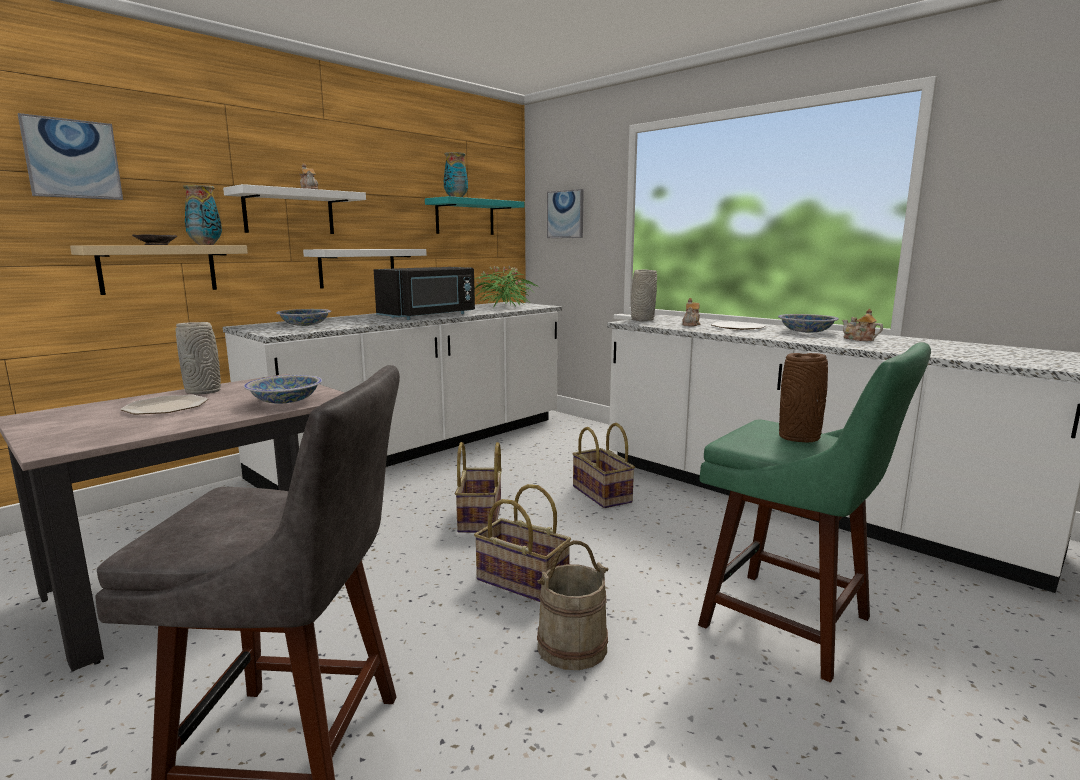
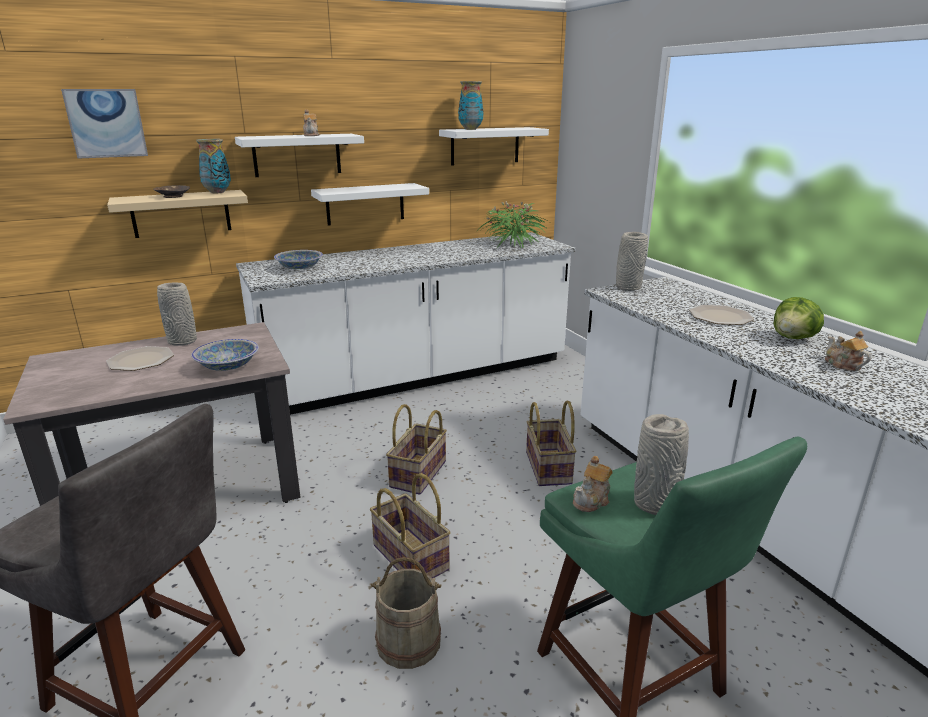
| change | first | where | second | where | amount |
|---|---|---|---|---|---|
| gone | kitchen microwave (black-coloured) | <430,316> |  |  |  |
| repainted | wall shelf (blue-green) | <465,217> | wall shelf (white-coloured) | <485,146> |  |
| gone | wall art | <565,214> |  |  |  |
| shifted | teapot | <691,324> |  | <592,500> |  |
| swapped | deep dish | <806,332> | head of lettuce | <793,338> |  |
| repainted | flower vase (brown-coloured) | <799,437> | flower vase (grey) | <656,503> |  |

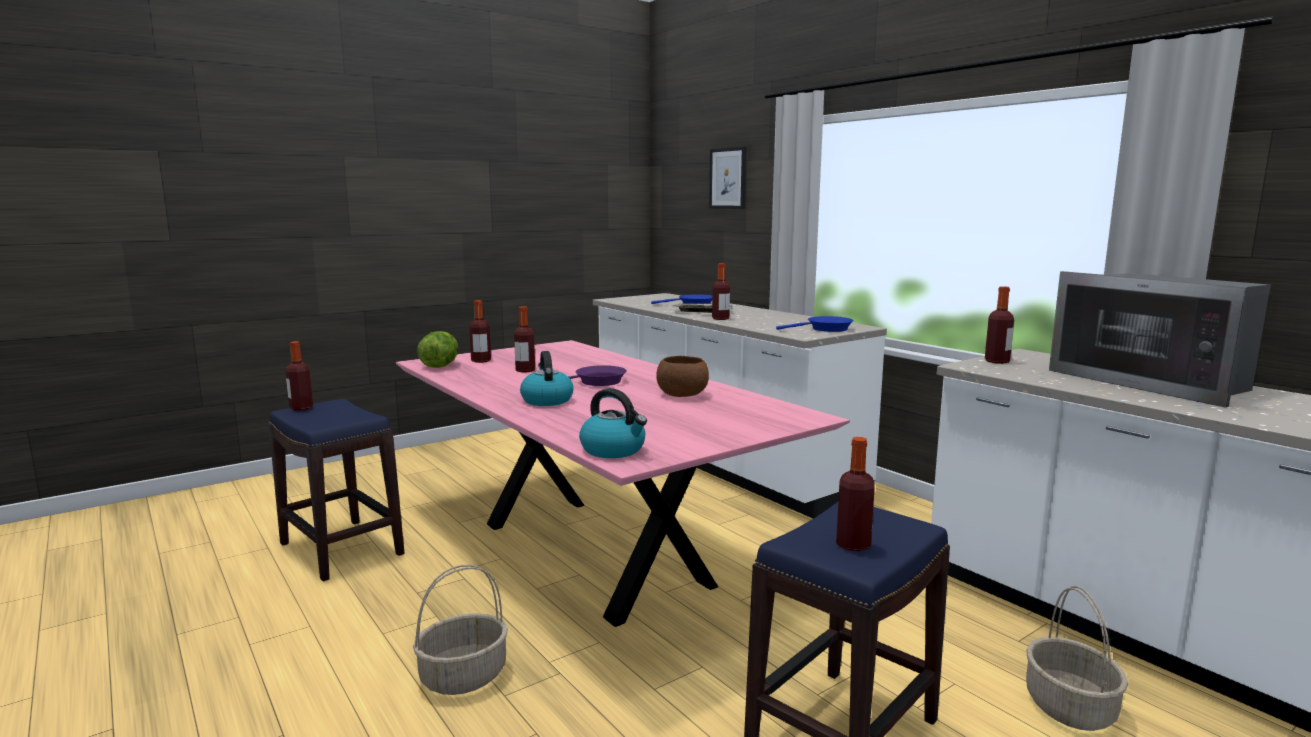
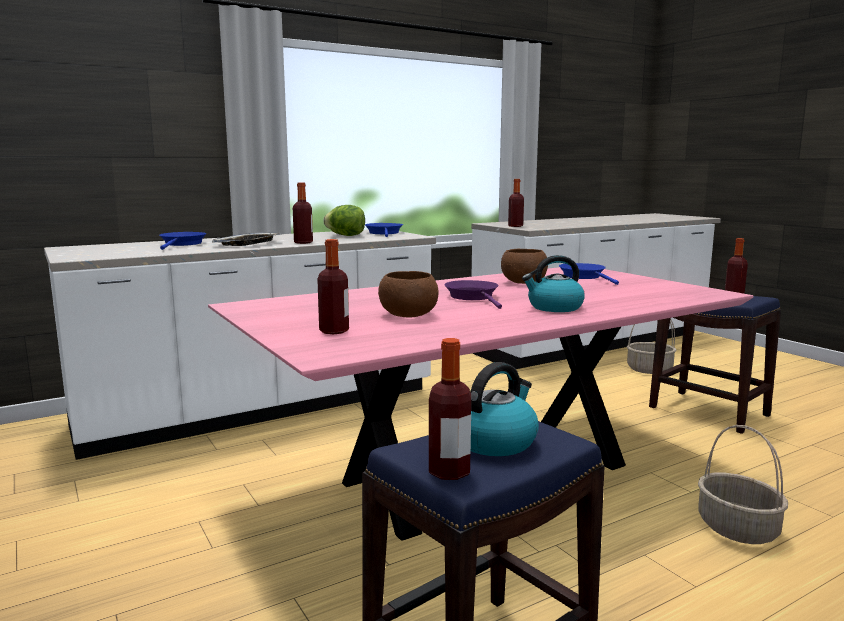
| change | first | where | second | where | amount |
|---|---|---|---|---|---|
| shifted | head of lettuce | <440,366> |  | <346,235> |  |
| swapped | drink bottle | <525,370> | deep dish (brown-coloured) | <408,315> |  |
| shifted | kettle | <614,450> |  | <495,441> |  |
| gone | wall art | <728,178> |  |  |  |
| gone | kitchen microwave | <1154,382> |  |  |  |
| new |  |  | pan (blue) | <584,277> |  |

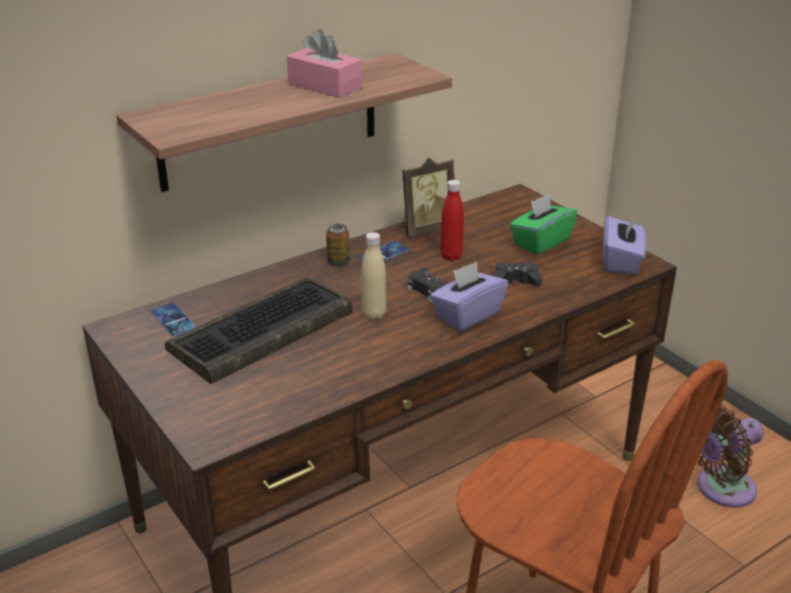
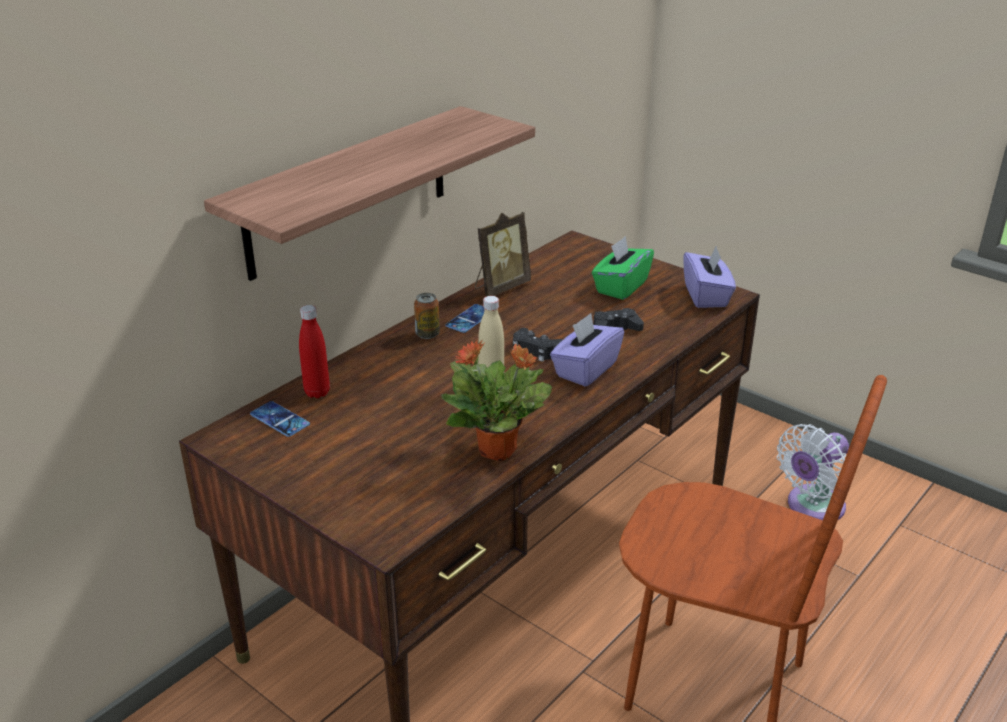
| change | first | where | second | where | amount |
|---|---|---|---|---|---|
| gone | computer keyboard | <261,332> |  |  |  |
| gone | box of tissues (pinkish) | <325,86> |  |  |  |
| shifted | drink bottle (red-coloured) | <451,256> |  | <317,392> |  |
| repainted | electric fan (brown-coloured) | <720,489> | electric fan (white-coloured) | <812,507> |  |
| new |  |  | plant in a pot | <498,450> |  |

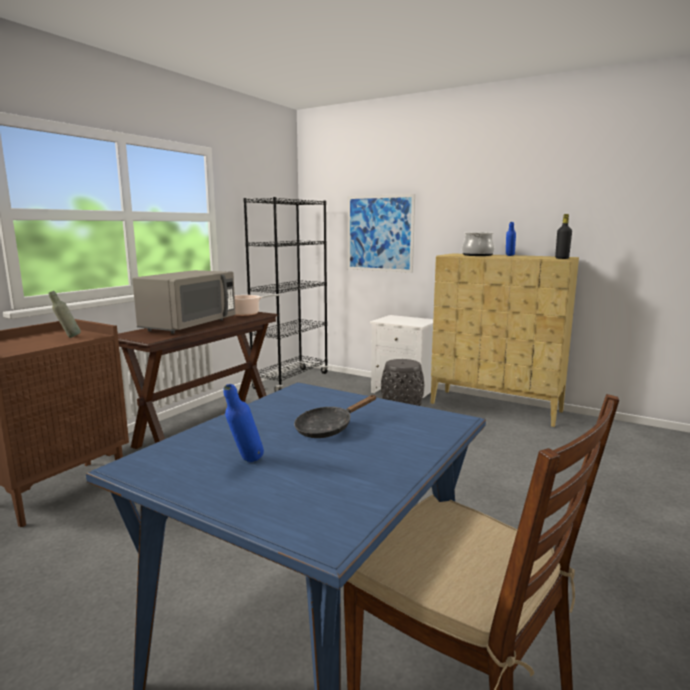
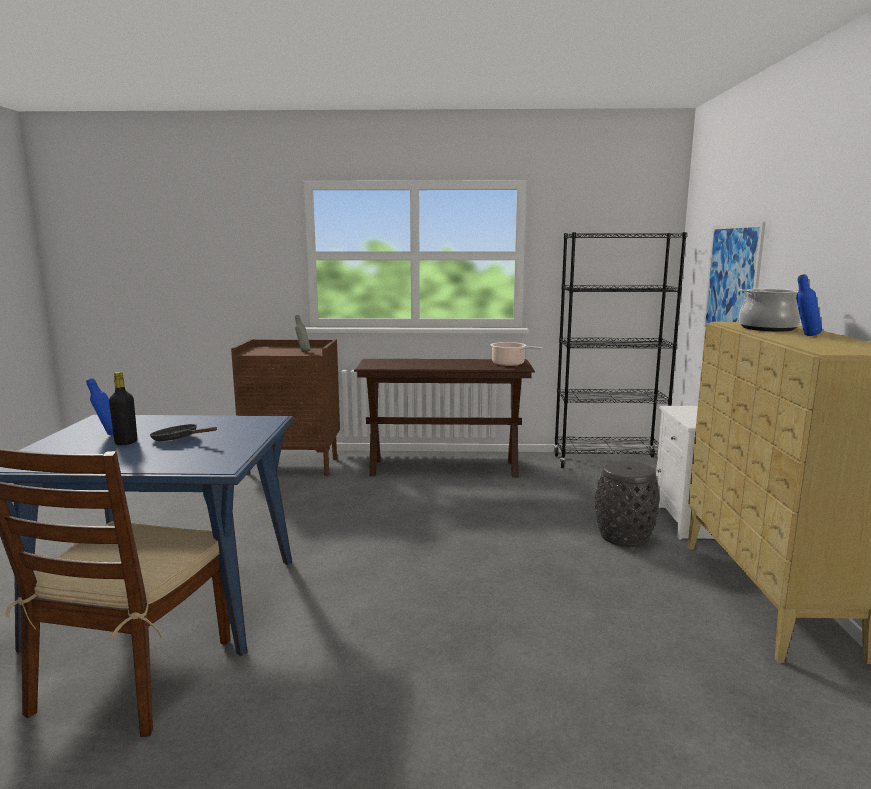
| change | first | where | second | where | amount |
|---|---|---|---|---|---|
| gone | kitchen microwave (grey) | <189,325> |  |  |  |
| shifted | drink bottle (black-coloured) | <562,258> |  | <126,442> |  |

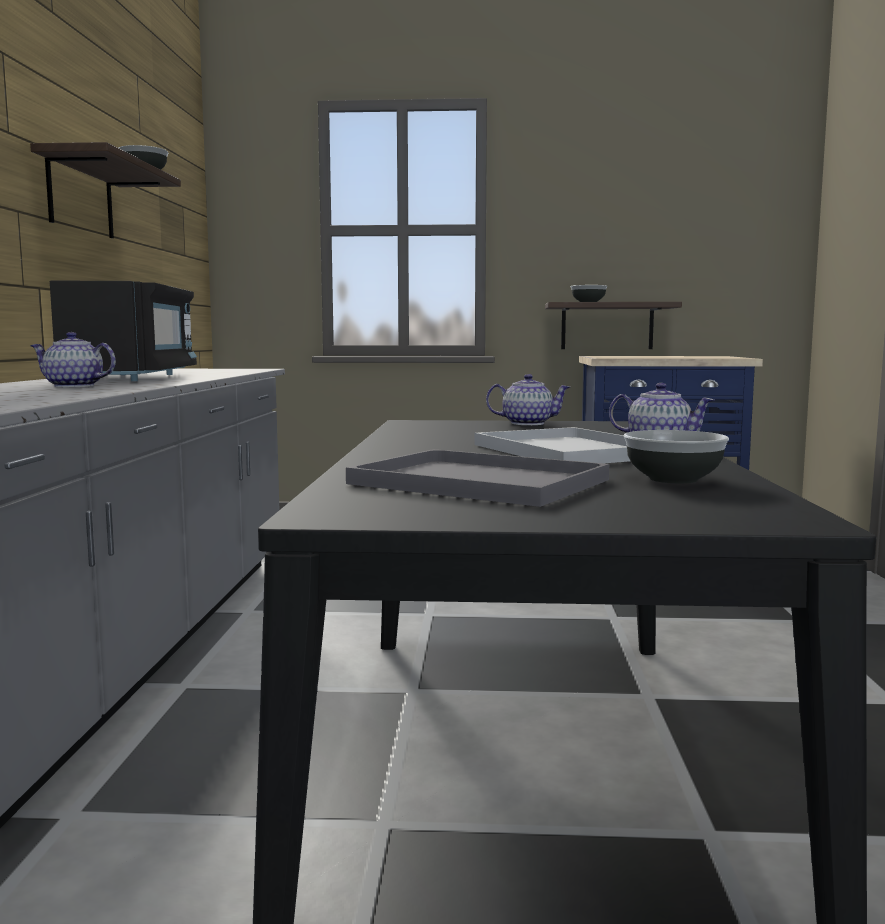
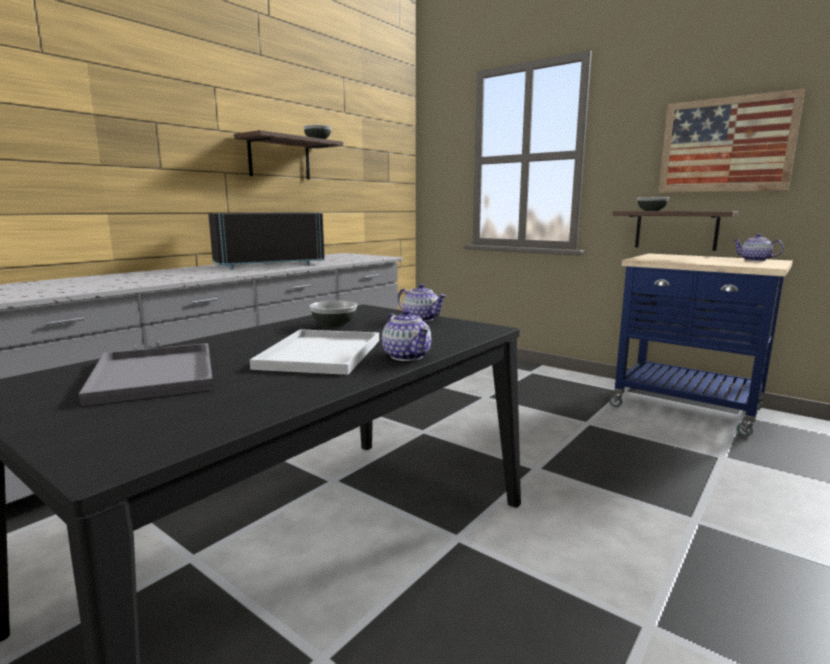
| change | first | where | second | where | amount |
|---|---|---|---|---|---|
| shifted | teapot | <74,386> |  | <755,260> |  |
| rotated | kitchen microwave (black-coloured) | <133,378> |  | <269,264> | 150 degrees counterclockwise |
| shifted | deep dish | <674,479> |  | <334,325> |  |
| new |  |  | wall art | <725,145> |  |

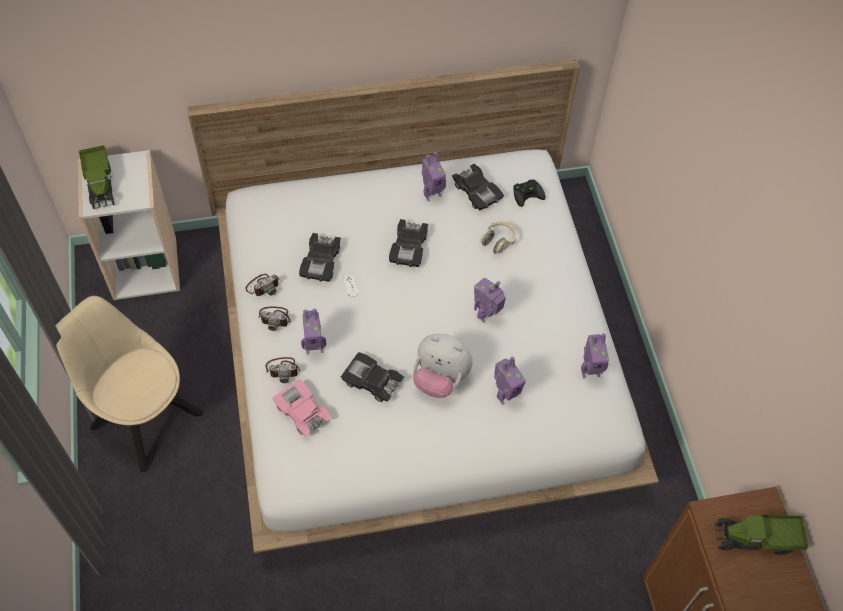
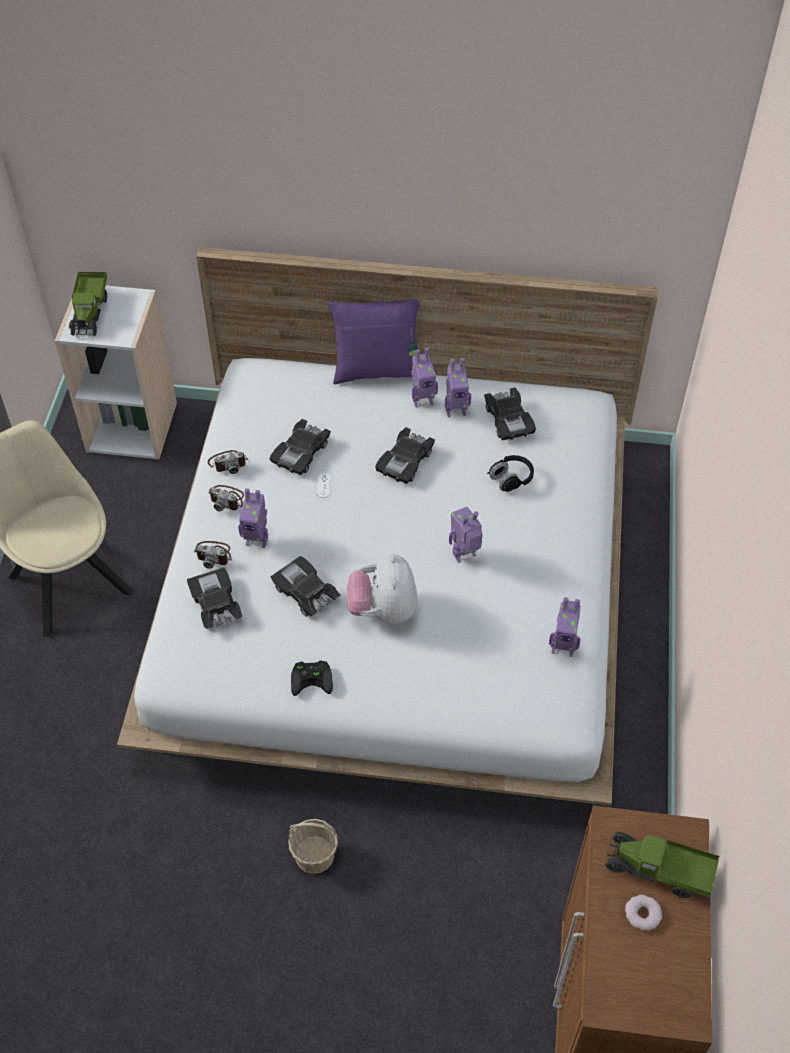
| change | first | where | second | where | amount |
|---|---|---|---|---|---|
| repainted | model car (pinkish) | <302,412> | model car (black-coloured) | <216,604> |  |
| rotated | soft toy | <440,379> |  | <383,610> | 45 degrees clockwise |
| repainted | headset (beige-coloured) | <498,241> | headset (black-coloured) | <511,479> |  |
| shifted | toy robot | <505,395> |  | <422,400> |  |
| shifted | game controller (black-coloured) | <528,193> |  | <313,678> |  |
| new |  |  | storage basket | <314,855> |  |
| new |  |  | throw pillow (purple-coloured) | <376,372> |  |
| new |  |  | ring doughnut | <642,914> |  |

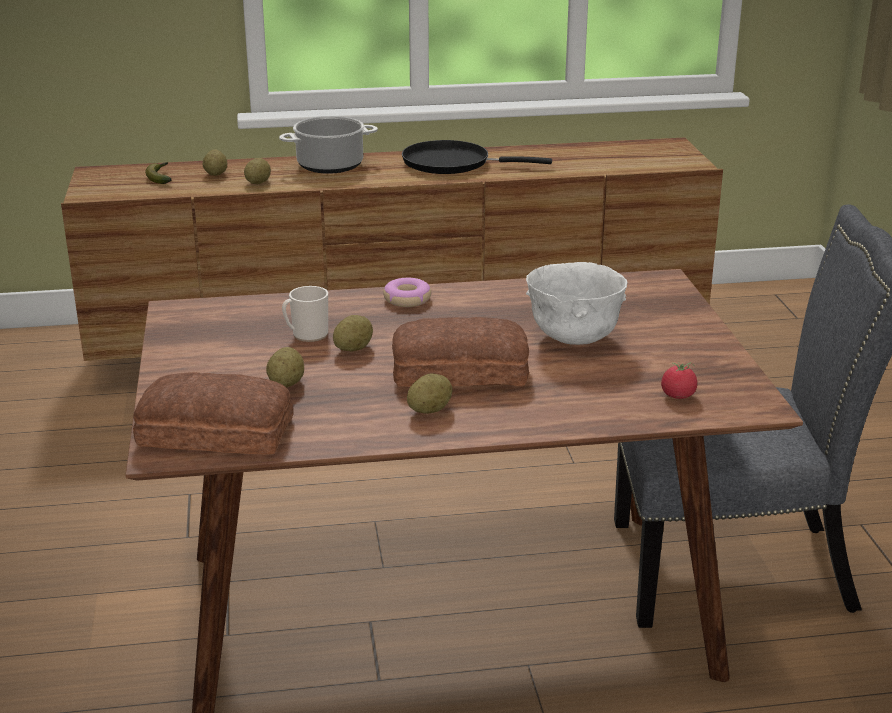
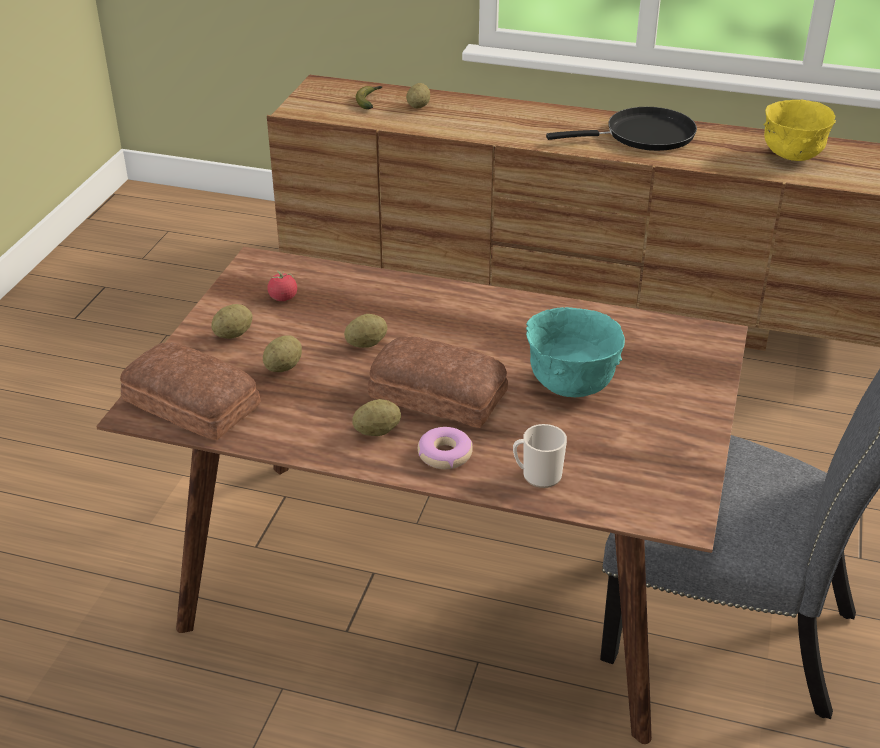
| change | first | where | second | where | amount |
|---|---|---|---|---|---|
| shifted | spud | <258,183> |  | <233,334> |  |
| gone | stockpot | <331,165> |  |  |  |
| shifted | coffee mug | <306,335> |  | <537,475> |  |
| shifted | ring doughnut | <407,299> |  | <444,454> |  |
| rotated | pan (black-coloured) | <452,163> |  | <643,136> | 135 degrees clockwise |
| repainted | deep dish (white-coloured) | <574,338> | deep dish (blue-green) | <570,385> |  |
| shifted | fresh tomato | <678,395> |  | <283,298> |  |
| new |  |  | deep dish (yellow) | <792,156> |  |

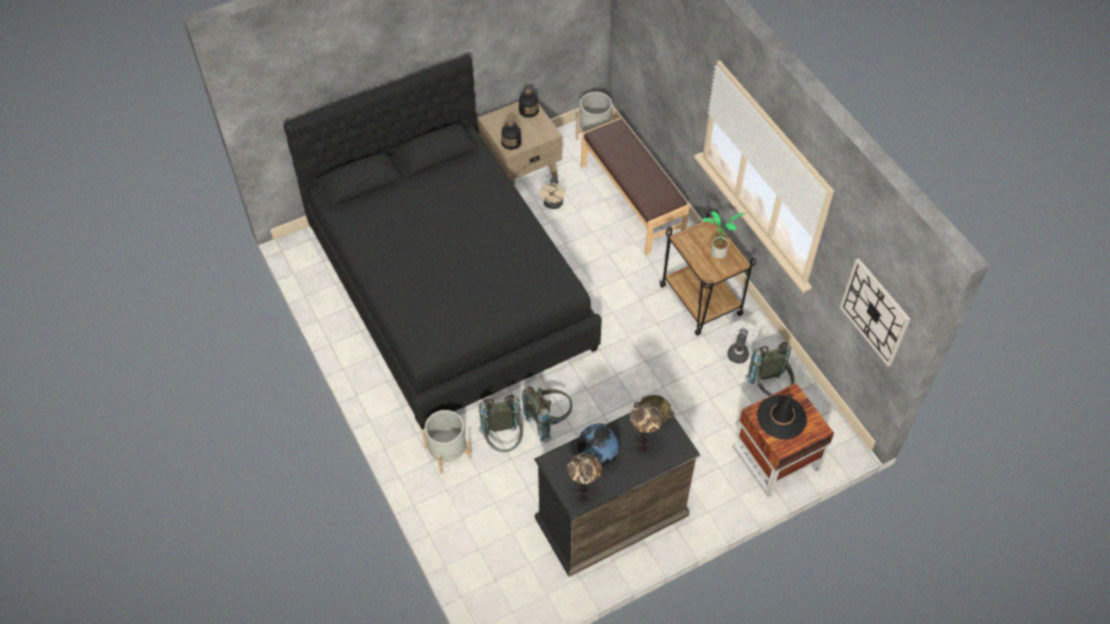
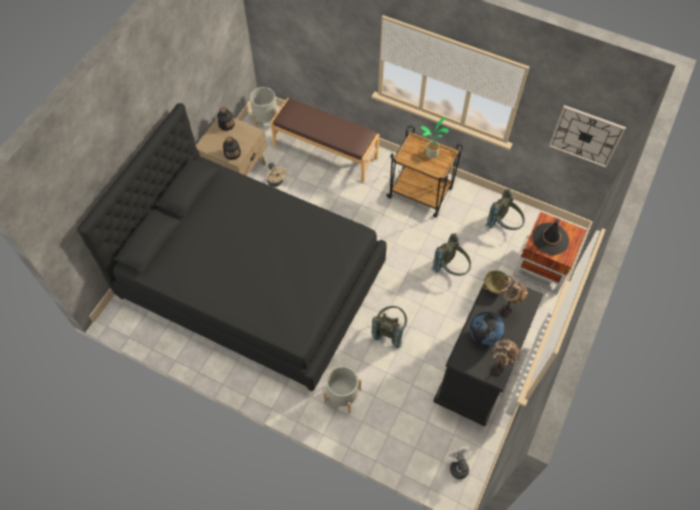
| change | first | where | second | where | amount |
|---|---|---|---|---|---|
| shifted | knapsack (grey) | <503,441> |  | <451,269> |  |
| shifted | electric fan (white-coloured) | <738,351> |  | <457,466> |  |

